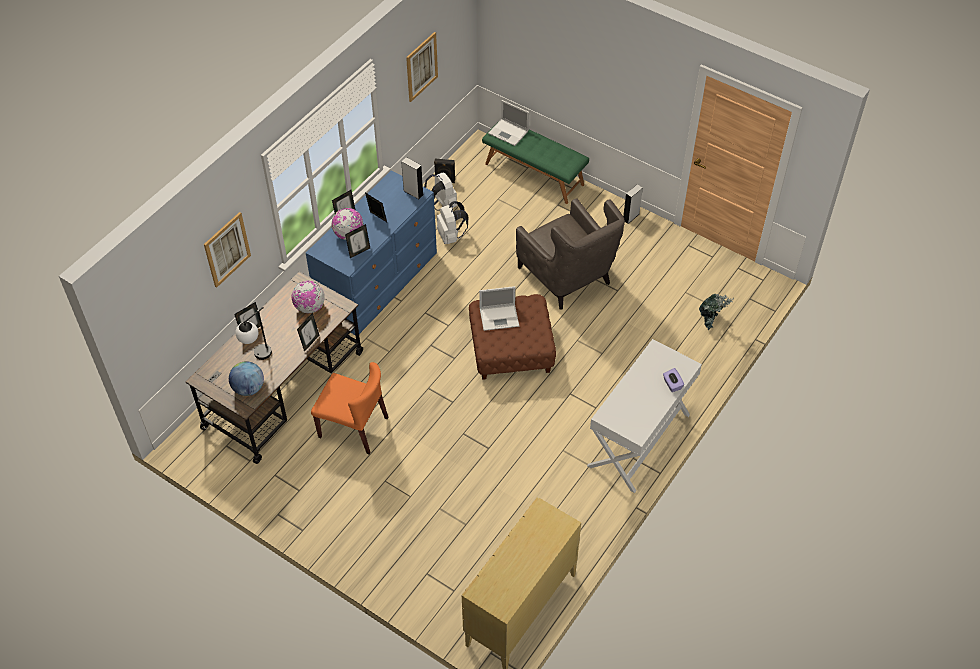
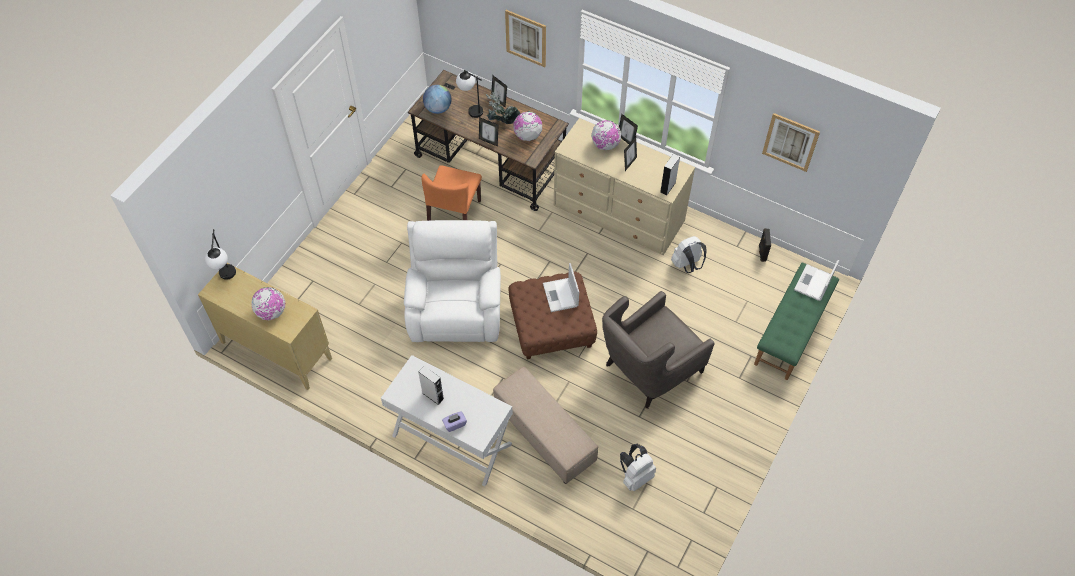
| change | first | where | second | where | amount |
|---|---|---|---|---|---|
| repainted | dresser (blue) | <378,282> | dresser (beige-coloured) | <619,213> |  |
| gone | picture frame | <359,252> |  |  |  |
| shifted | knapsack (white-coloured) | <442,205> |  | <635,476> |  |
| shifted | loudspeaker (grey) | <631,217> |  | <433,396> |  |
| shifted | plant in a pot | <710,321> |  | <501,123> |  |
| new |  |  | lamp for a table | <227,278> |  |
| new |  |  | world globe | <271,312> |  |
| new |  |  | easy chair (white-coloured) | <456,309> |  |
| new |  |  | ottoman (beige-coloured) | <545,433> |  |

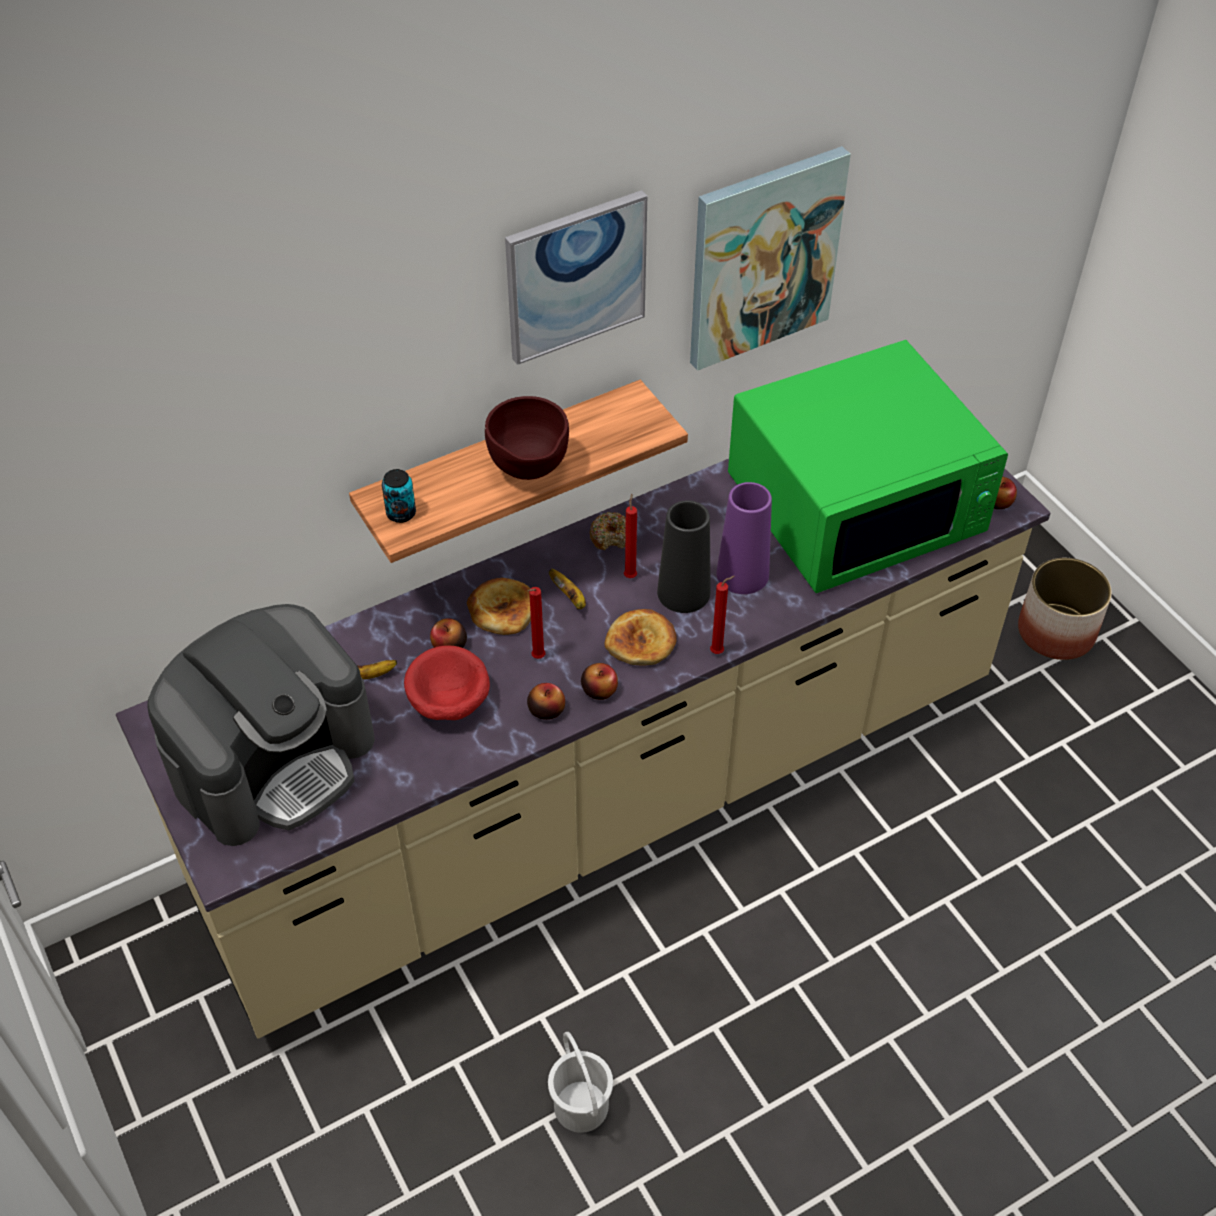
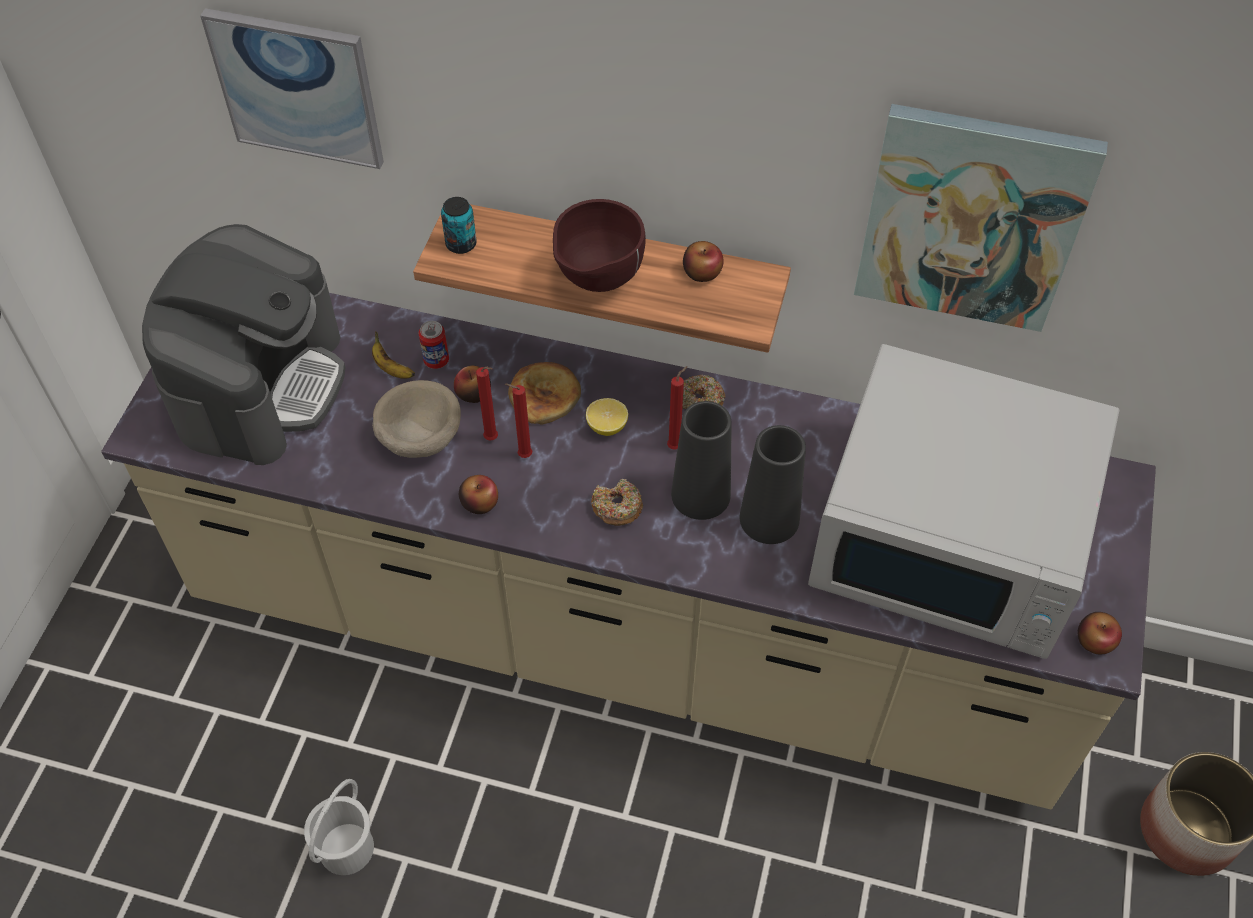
| change | first | where | second | where | amount |
|---|---|---|---|---|---|
| rotated | coffee brewer | <274,760> |  | <260,383> | 75 degrees counterclockwise |
| repainted | deep dish (red-coloured) | <448,703> | deep dish (beige-coloured) | <419,438> |  |
| shifted | wall art | <575,276> |  | <297,87> |  |
| swapped | banana | <570,597> | citrus fruit | <607,426> |  |
| shifted | whole apple | <599,690> |  | <702,272> |  |
| swapped | baked bread | <641,641> | ring doughnut | <617,507> |  |
| shifted | wax light (red-coloured) | <719,652> |  | <493,439> |  |
| repainted | flower vase (purple-coloured) | <742,574> | flower vase (black-coloured) | <769,518> |  |
| repainted | kitchen microwave (green) | <857,504> | kitchen microwave (white-coloured) | <951,537> |  |
| new |  |  | metal can | <436,360> |  |

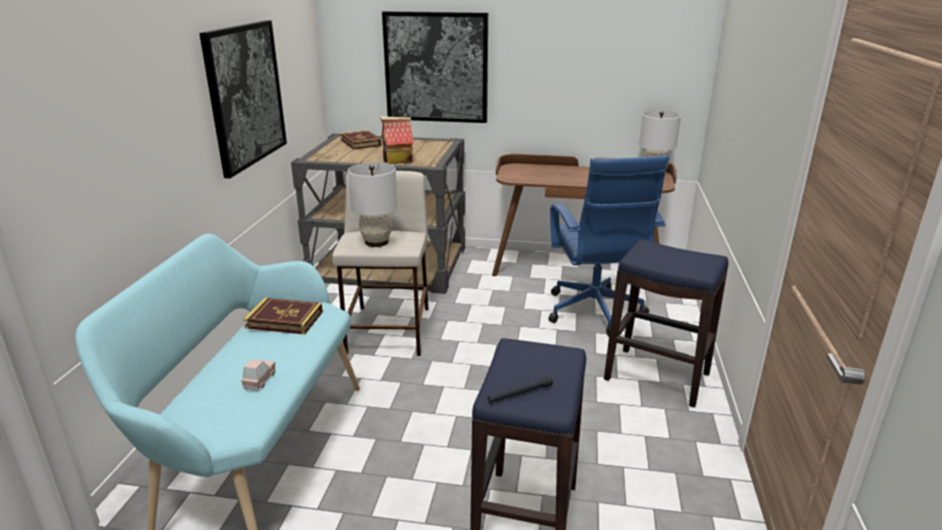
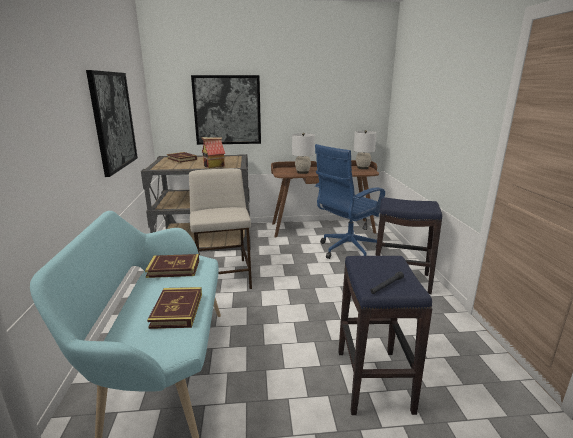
| change | first | where | second | where | amount |
|---|---|---|---|---|---|
| swapped | model car (pinkish) | <260,380> | bound book | <177,310> |  |
| shifted | lamp for a table (white-coloured) | <377,242> |  | <302,172> |  |
| rotated | computer chair (blue) | <595,313> |  | <346,251> | 75 degrees clockwise |

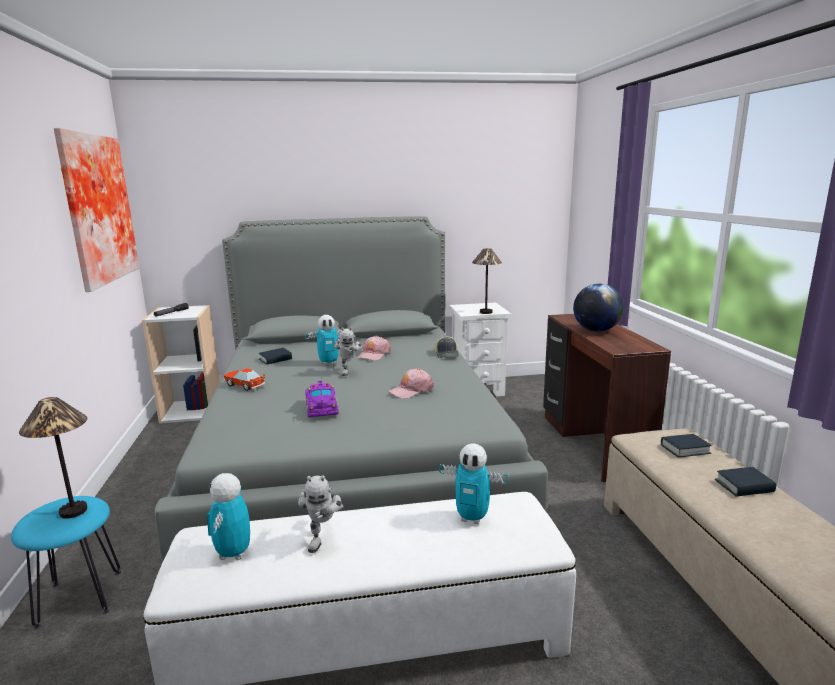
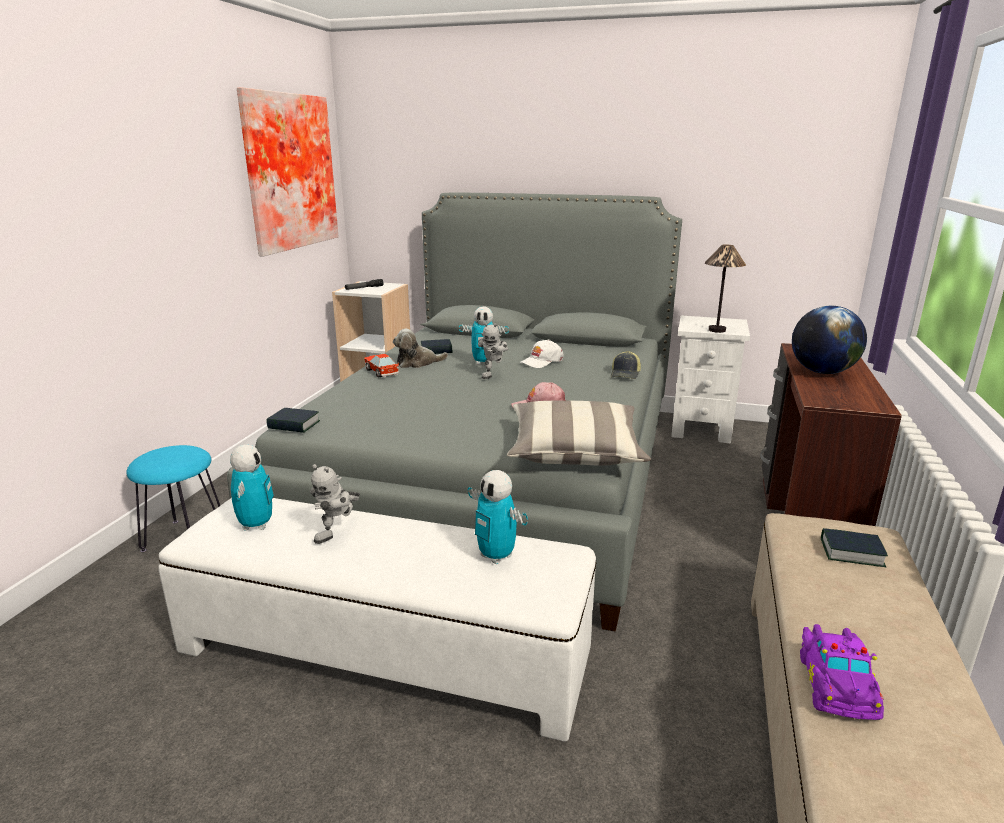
| change | first | where | second | where | amount |
|---|---|---|---|---|---|
| gone | lamp for a table | <73,511> |  |  |  |
| rotated | toy robot | <233,553> |  | <256,525> | 150 degrees clockwise |
| shifted | model car (purple-coloured) | <322,408> |  | <838,683> |  |
| repainted | baseball cap (pinkish) | <373,354> | baseball cap (white-coloured) | <541,361> |  |
| shifted | bound book | <744,486> |  | <294,425> |  |
| new |  |  | soft toy | <417,363> |  |
| new |  |  | throw pillow | <574,452> |  |

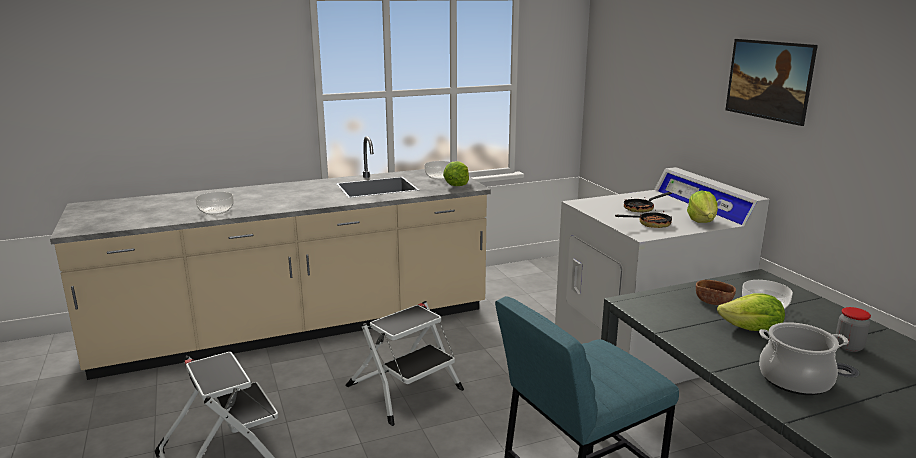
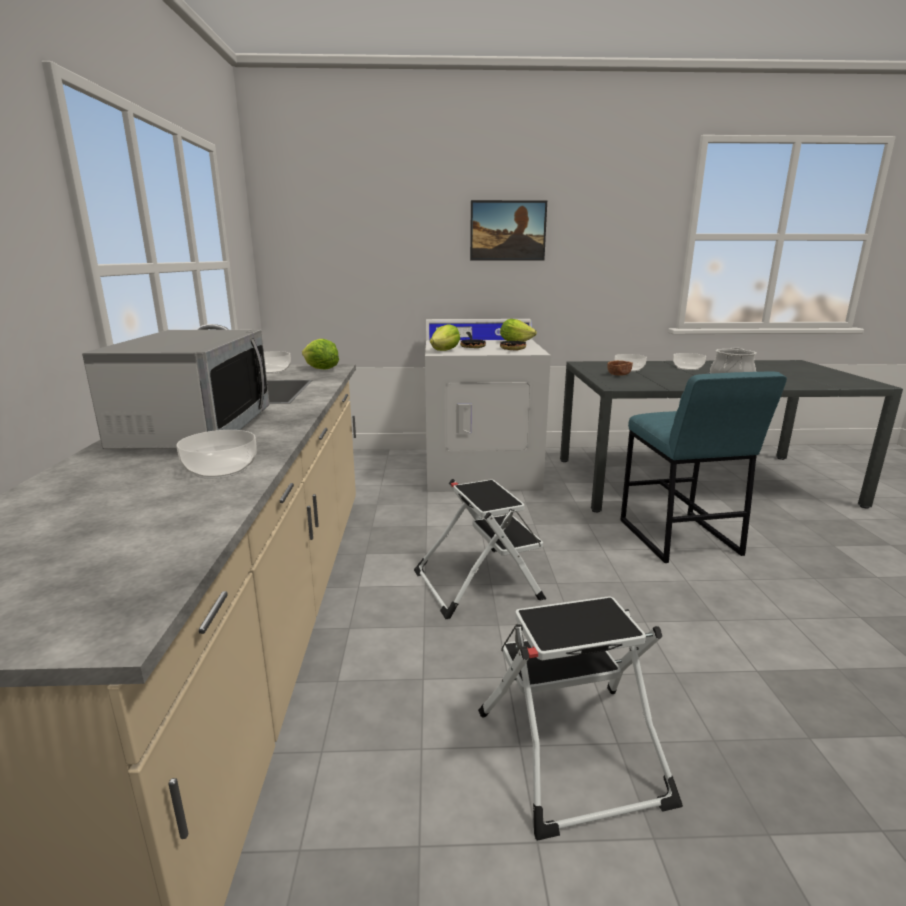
| change | first | where | second | where | amount |
|---|---|---|---|---|---|
| shifted | head of lettuce | <752,330> |  | <445,351> |  |
| swapped | preserve jar | <848,347> | deep dish | <687,368> |  |
| new |  |  | kitchen microwave | <196,430> |  |

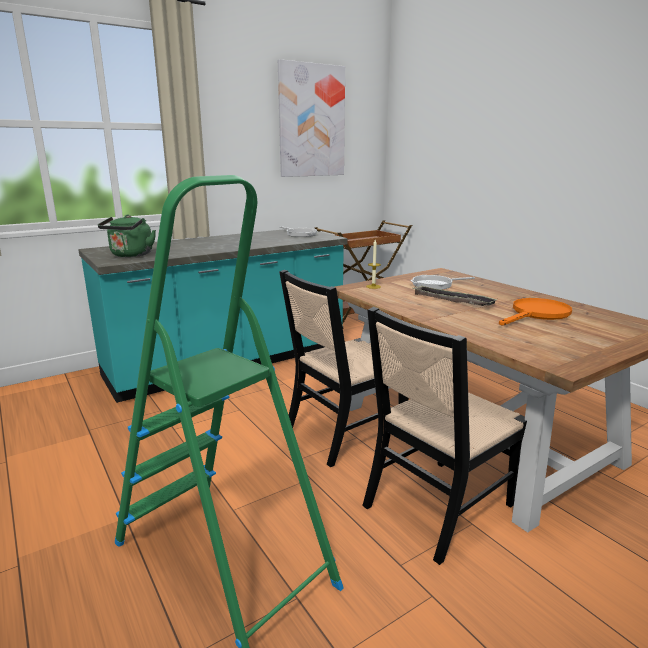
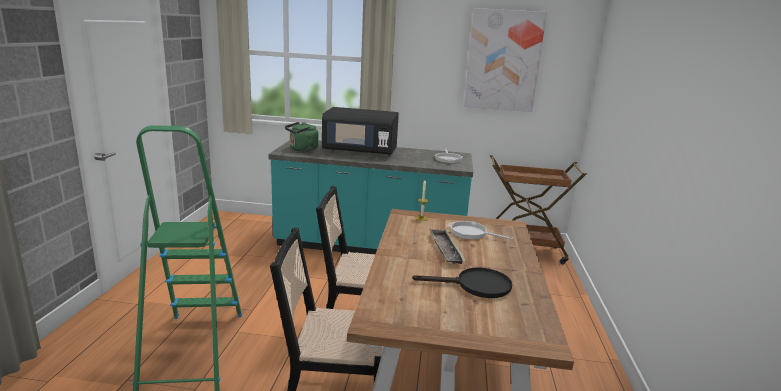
| change | first | where | second | where | amount |
|---|---|---|---|---|---|
| repainted | pan (orangey) | <537,314> | pan (black-coloured) | <475,286> |  |
| new |  |  | kitchen microwave (black-coloured) | <360,151> |  |

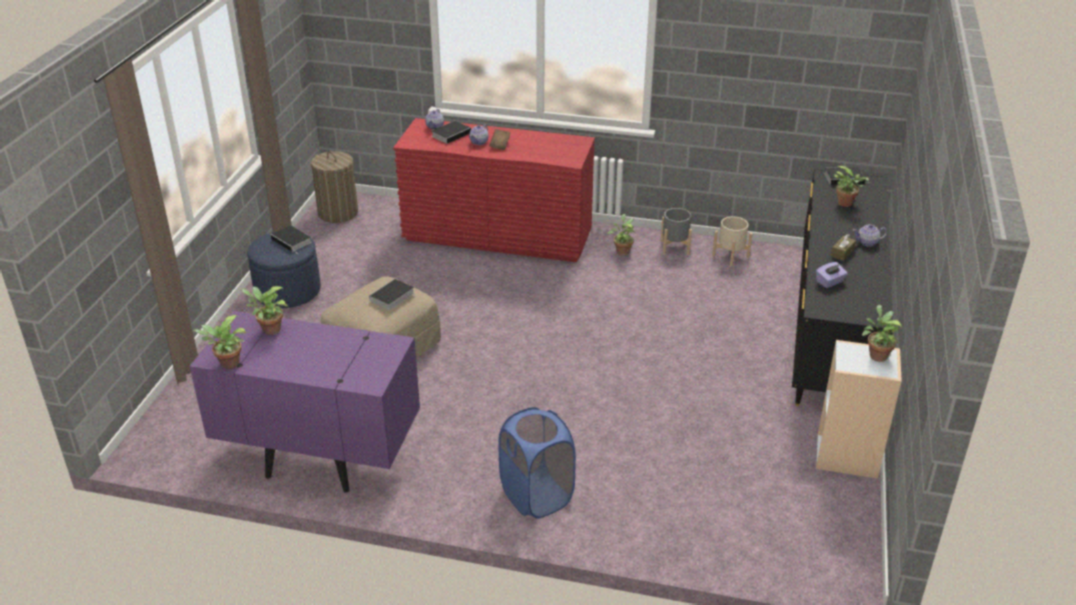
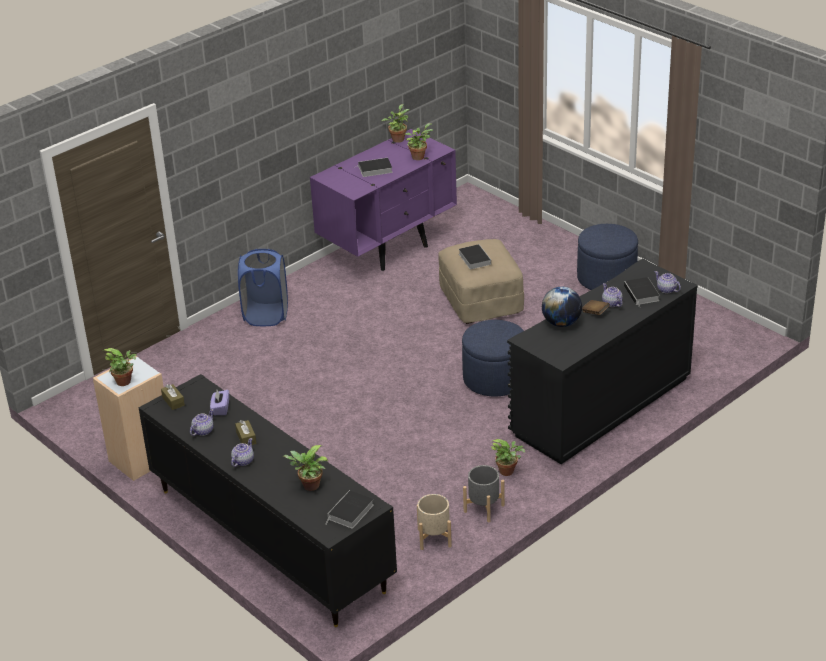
| change | first | where | second | where | amount |
|---|---|---|---|---|---|
| shifted | bound book | <292,241> |  | <374,170> |  |
| gone | hamper | <338,213> |  |  |  |
| repainted | dresser (red-coloured) | <497,237> | dresser (black-coloured) | <600,406> |  |
| new |  |  | box of tissues (brown-coloured) | <173,401> |  |
| new |  |  | teapot | <202,431> |  |
| new |  |  | ottoman (blue) | <495,379> |  |
| new |  |  | world globe | <561,323> |  |

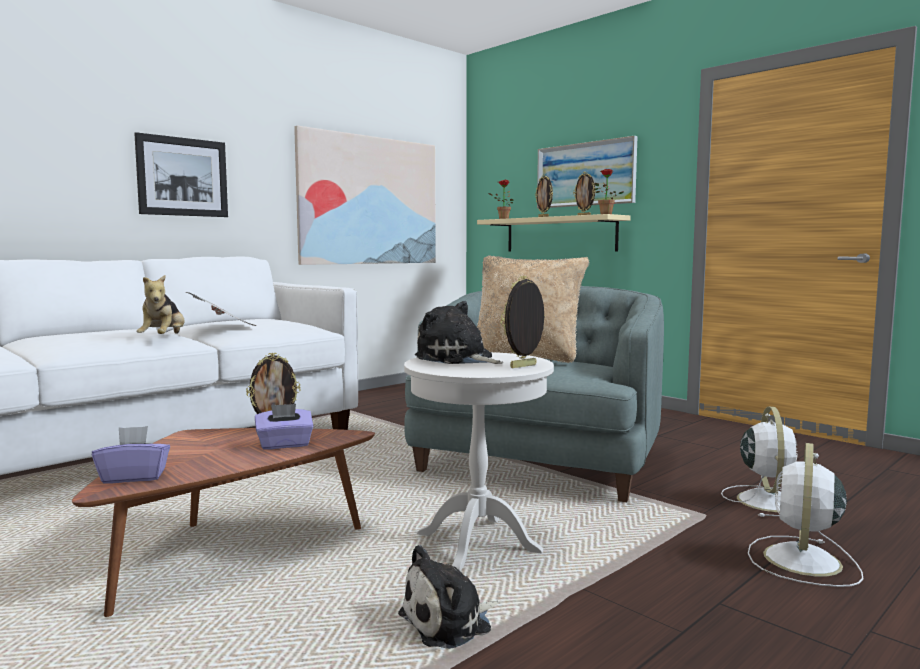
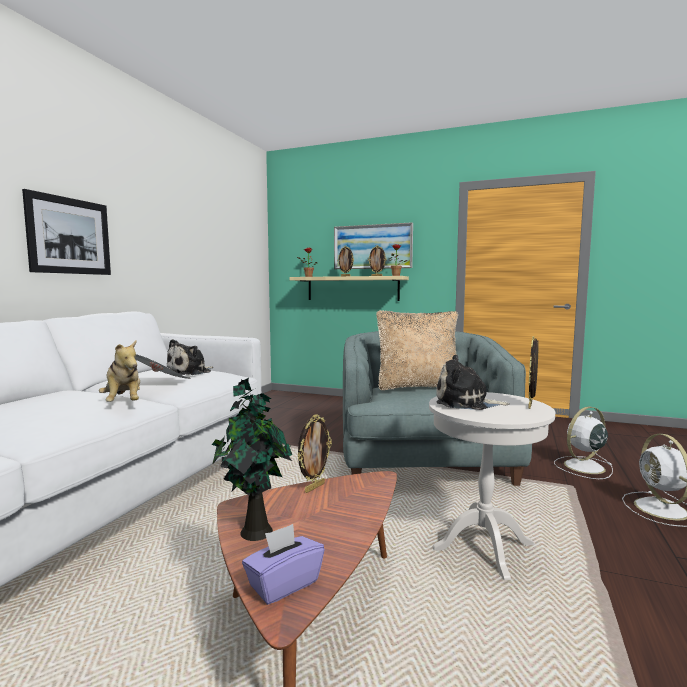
| change | first | where | second | where | amount |
|---|---|---|---|---|---|
| gone | box of tissues (purple-coloured) | <284,445> |  |  |  |
| gone | wall art | <369,201> |  |  |  |
| shifted | soft toy | <450,622> |  | <190,372> |  |
| rotated | electric fan (white-coloured) | <766,500> |  | <583,467> | 105 degrees counterclockwise |
| new |  |  | plant in a pot | <254,531> |  |

